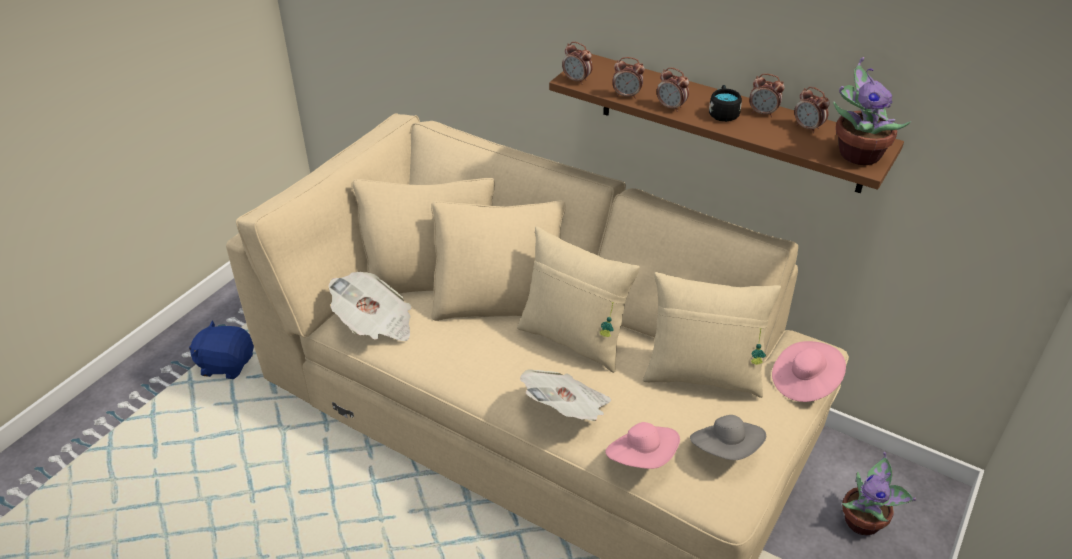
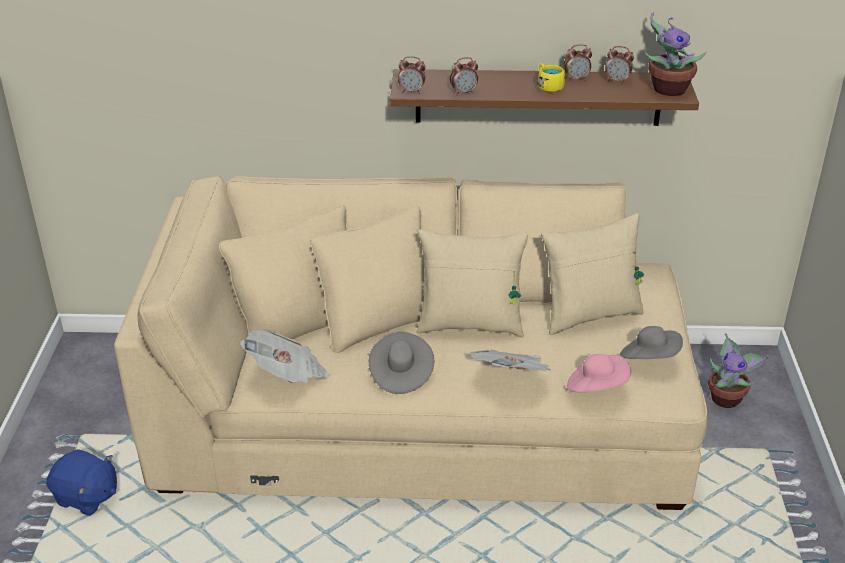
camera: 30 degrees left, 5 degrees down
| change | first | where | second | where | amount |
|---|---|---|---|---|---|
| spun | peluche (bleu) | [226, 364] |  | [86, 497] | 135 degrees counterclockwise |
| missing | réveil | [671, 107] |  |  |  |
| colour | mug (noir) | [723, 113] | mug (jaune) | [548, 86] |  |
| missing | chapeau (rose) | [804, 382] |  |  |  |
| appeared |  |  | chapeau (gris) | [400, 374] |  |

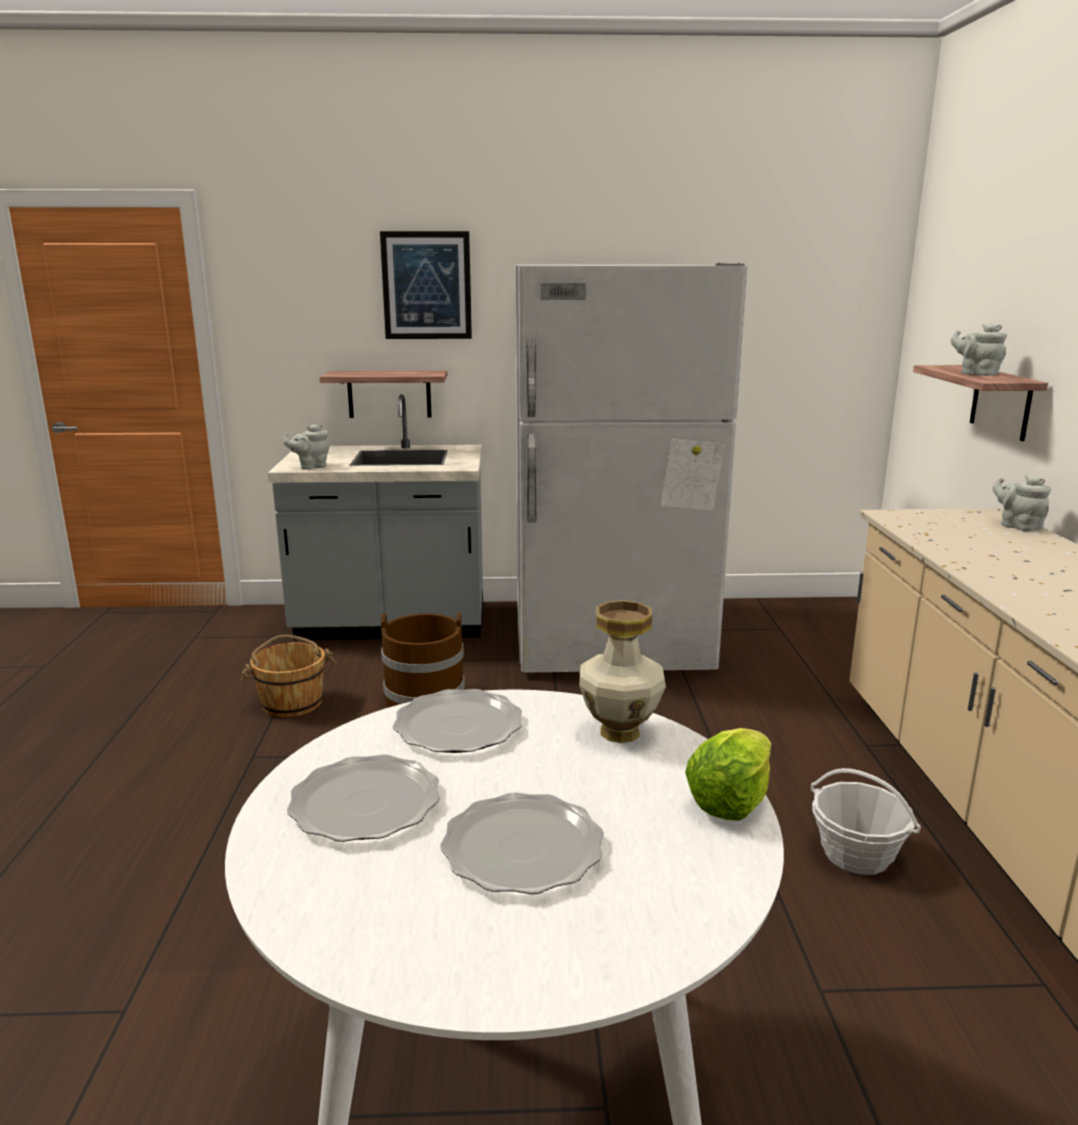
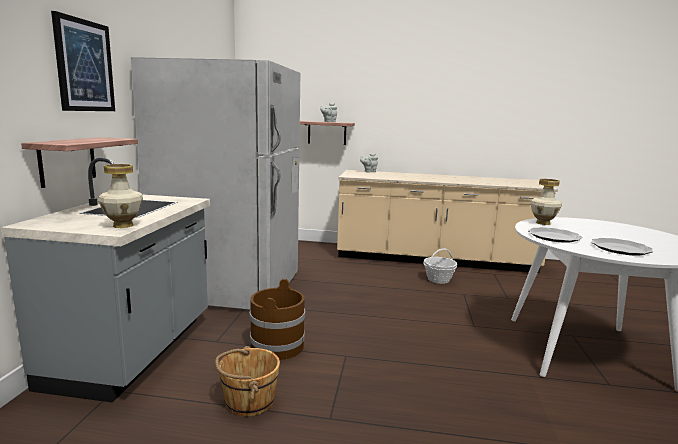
camera: 80 degrees left, 5 degrees down
| change | first | where | second | where | amount |
|---|---|---|---|---|---|
| exchanged | théière (gris) | [311, 467] | vase | [123, 225] |  |
| missing | assiette | [522, 848] |  |  |  |
| missing | laitue | [731, 801] |  |  |  |

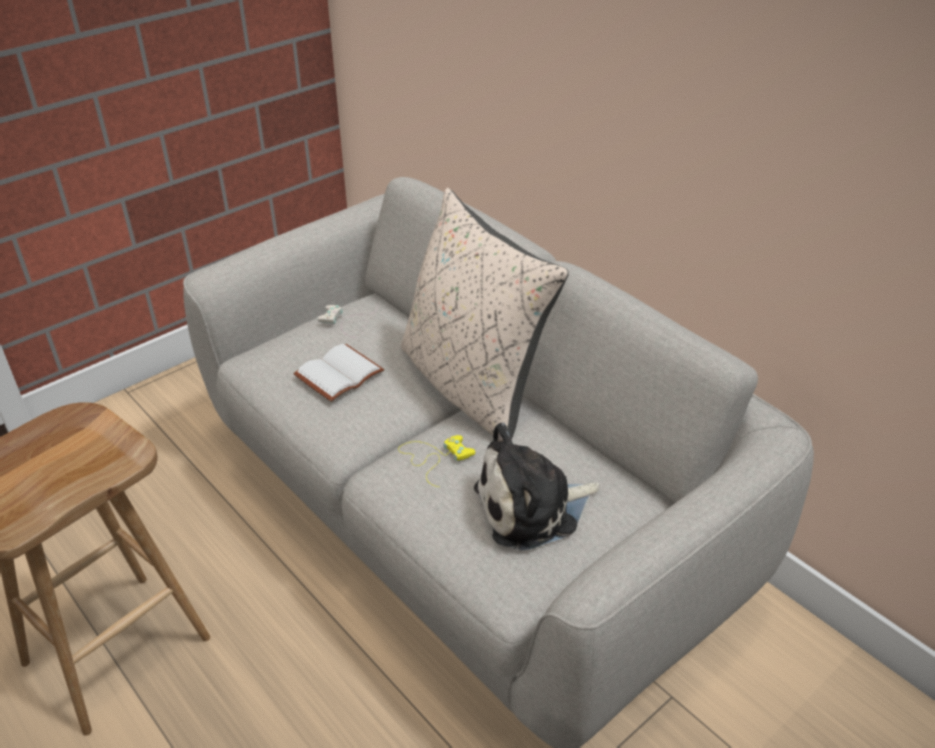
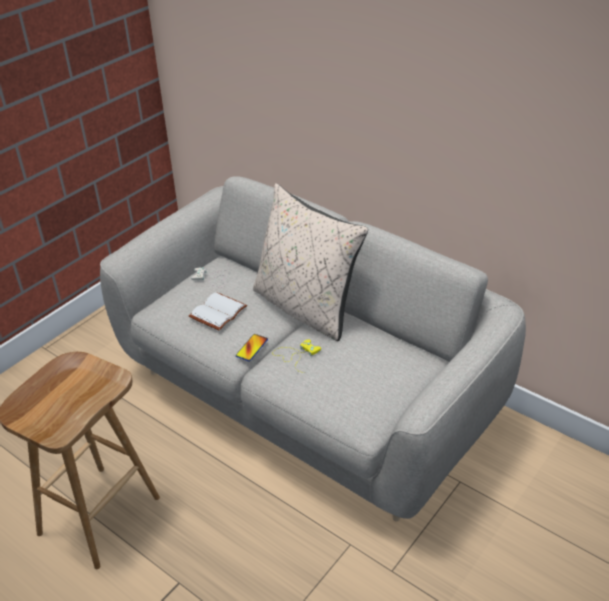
camera: 10 degrees left, 0 degrees up
| change | first | where | second | where | amount |
|---|---|---|---|---|---|
| missing | peluche | [532, 508] |  |  |  |
| appeared |  |  | téléphone | [252, 348] |  |

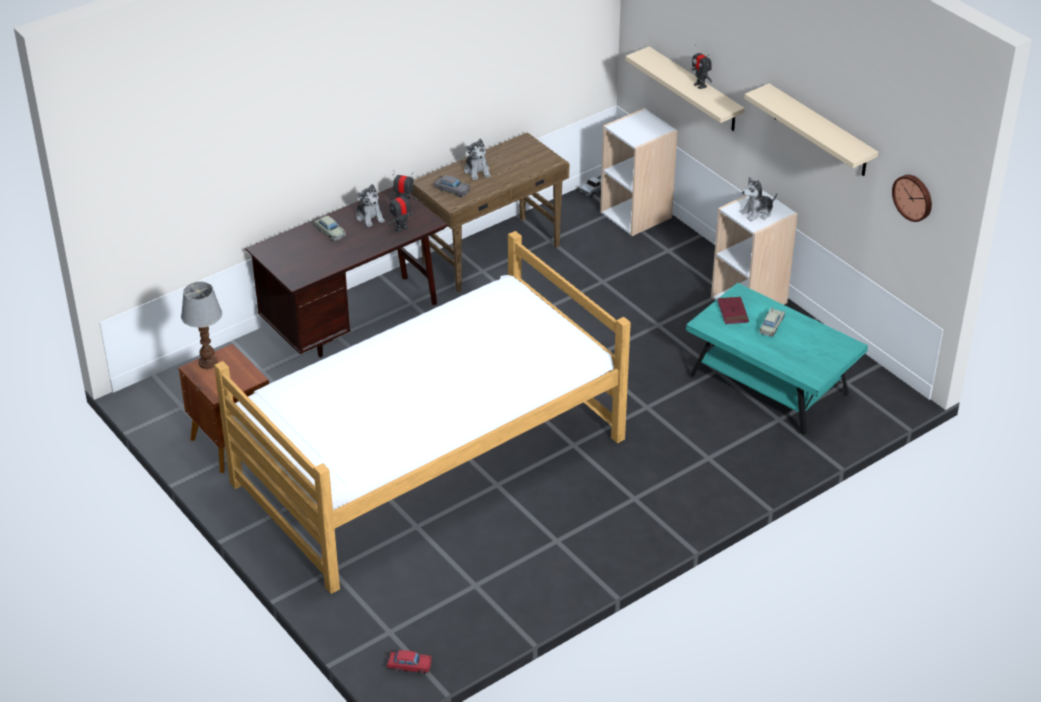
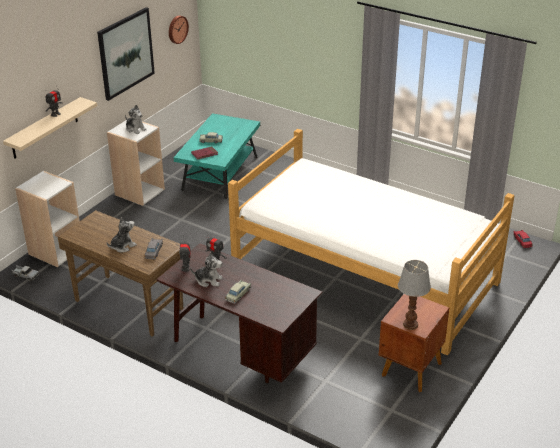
camera: 110 degrees left, 5 degrees down
| change | first | where | second | where | amount |
|---|---|---|---|---|---|
| spun | peluche | [370, 217] |  | [208, 280] | 60 degrees clockwise |
| exchanged | étagère (beige) | [820, 131] | tableau | [126, 53] |  |

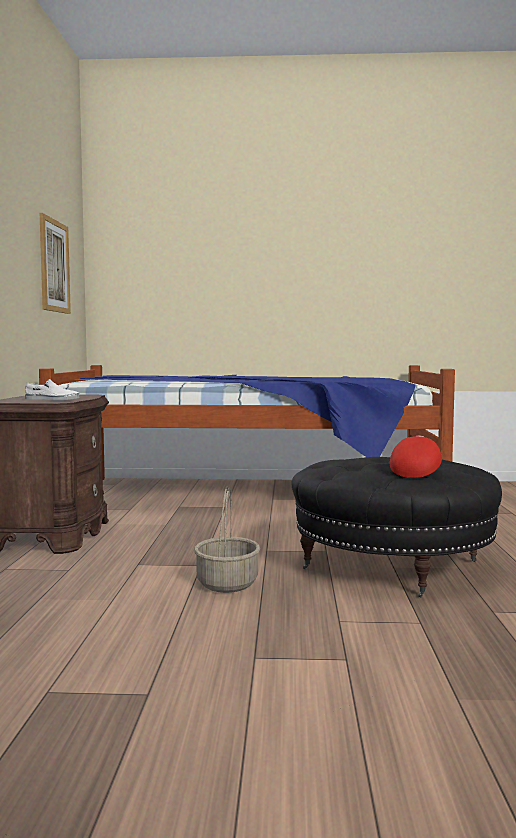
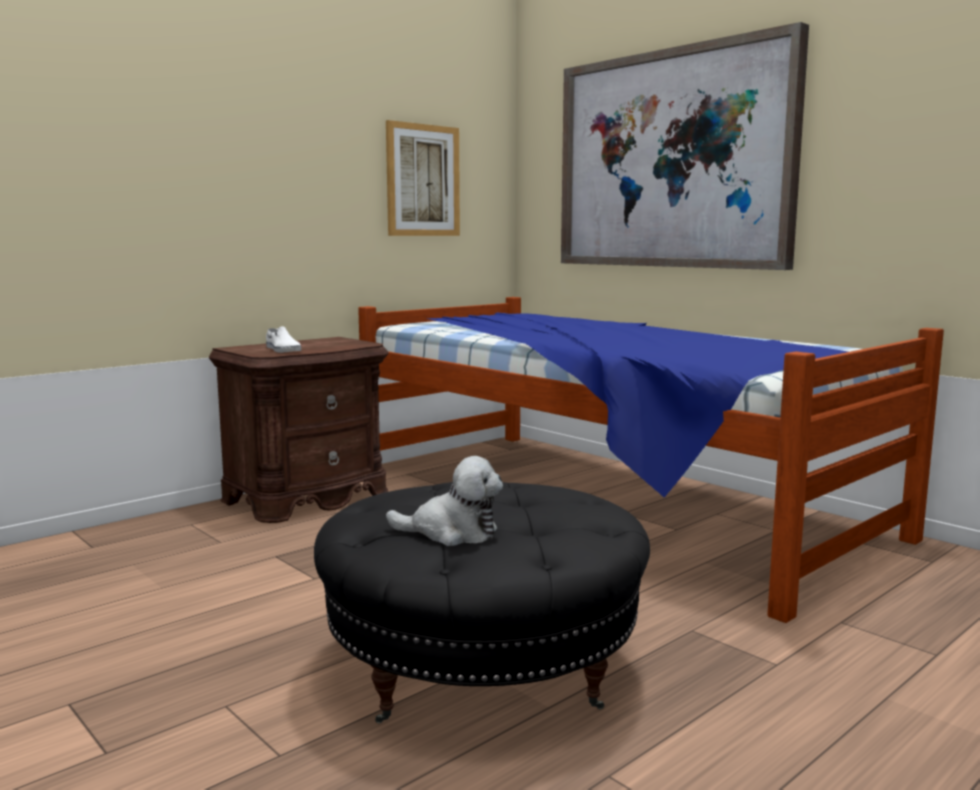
camera: 45 degrees right, 5 degrees up
| change | first | where | second | where | amount |
|---|---|---|---|---|---|
| missing | panier | [226, 583] |  |  |  |
| exchanged | casquette (rouge) | [415, 473] | peluche | [452, 532] |  |
| appeared |  |  | tableau | [672, 160] |  |

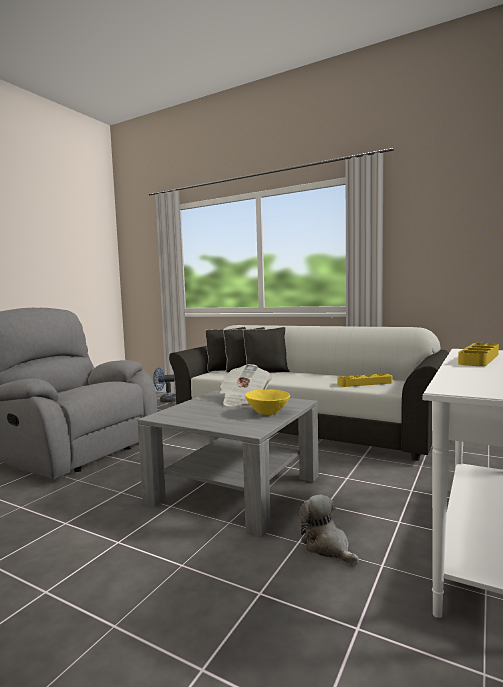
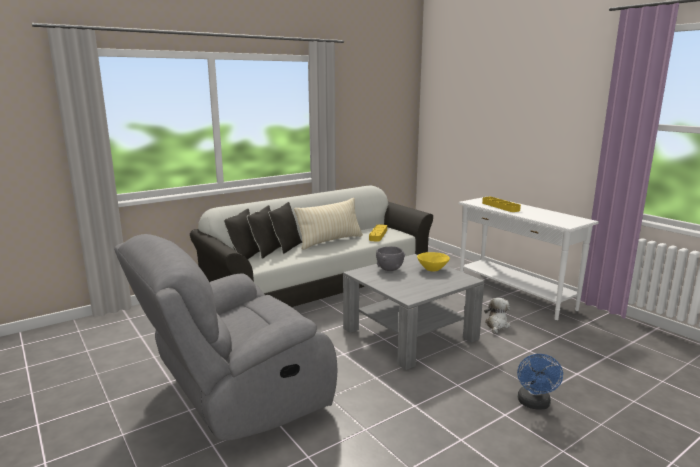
camera: 65 degrees left, 10 degrees up
| change | first | where | second | where | amount |
|---|---|---|---|---|---|
| relocated | ventilateur (bleu) | [165, 401] |  | [534, 404] |  |
| exchanged | journal | [243, 400] | bol (gris) | [389, 269] |  |
| spun | peluche | [327, 546] |  | [496, 325] | 120 degrees clockwise |
| appeared |  |  | coussin (beige) | [330, 241] |  |

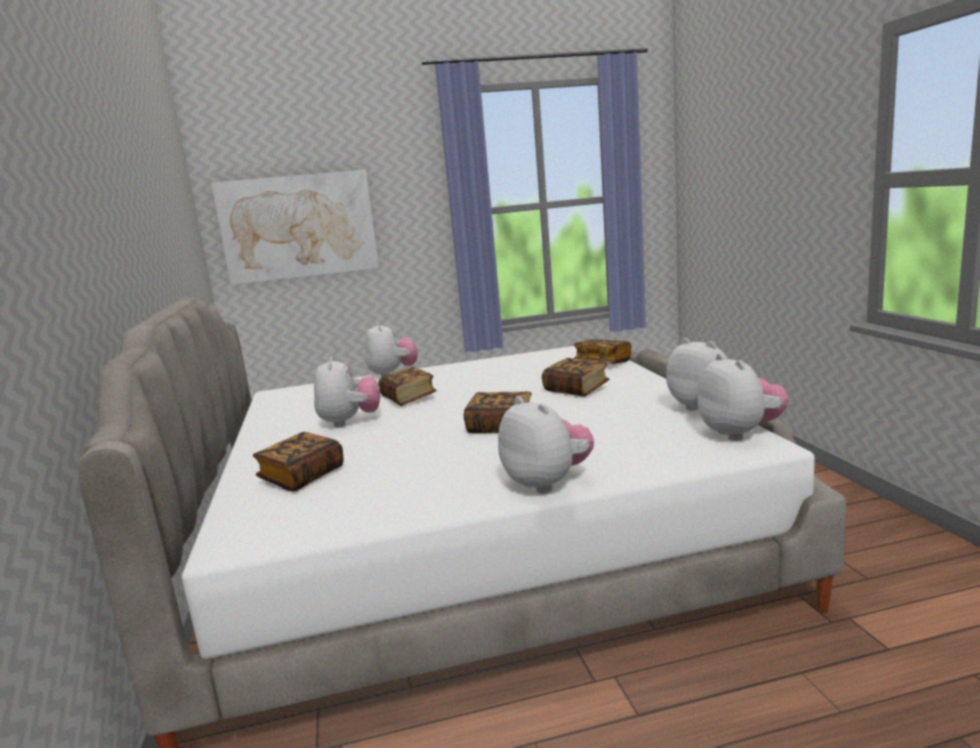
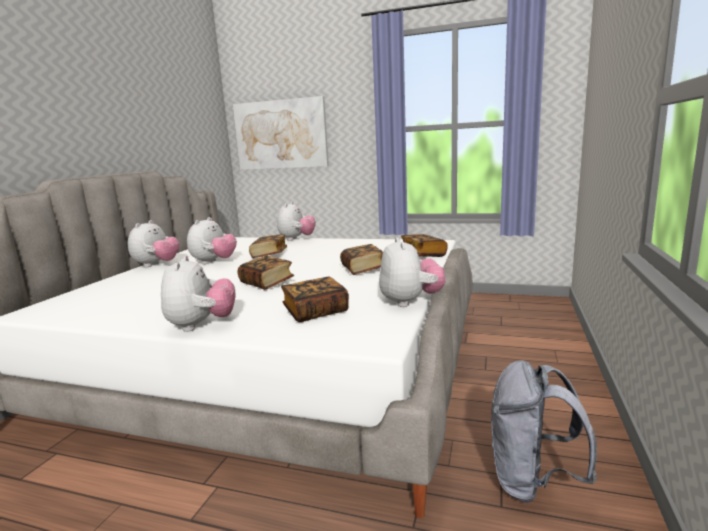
camera: 30 degrees right, 0 degrees up
| change | first | where | second | where | amount |
|---|---|---|---|---|---|
| relocated | livre | [302, 476] |  | [315, 312] |  |
| relocated | peluche | [740, 433] |  | [156, 265] |  |
| appeared |  |  | sac à dos (gris) | [532, 481] |  |

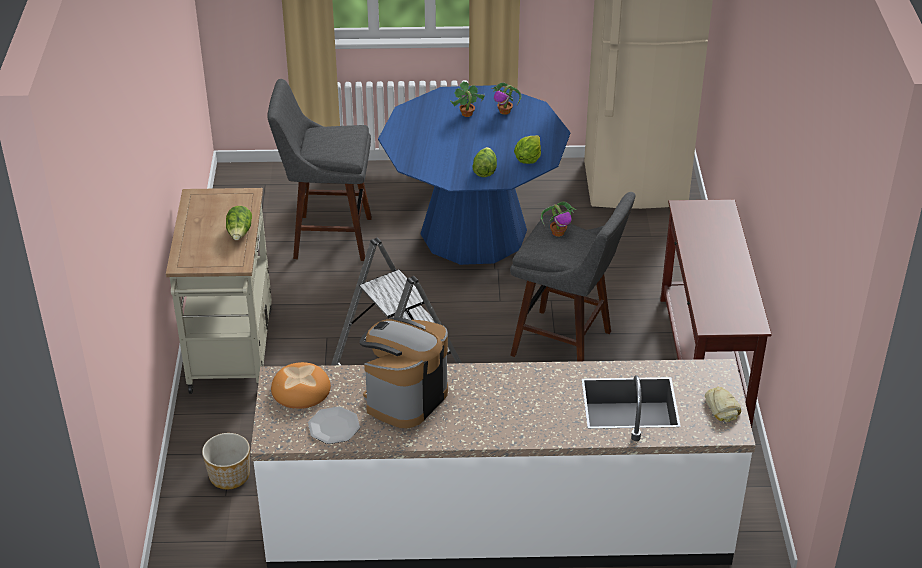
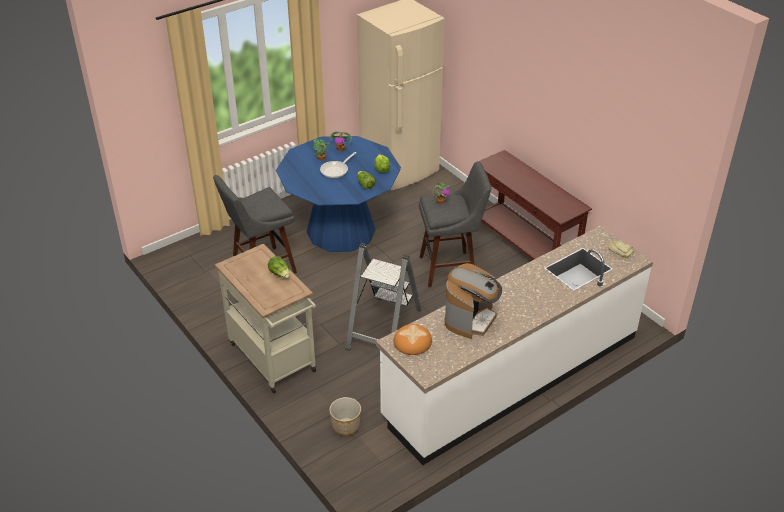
camera: 35 degrees left, 0 degrees up
| change | first | where | second | where | amount |
|---|---|---|---|---|---|
| missing | assiette | [334, 427] |  |  |  |
| spun | machine à café | [405, 398] |  | [471, 319] | 150 degrees counterclockwise |
| appeared |  |  | poêle | [336, 170] |  |

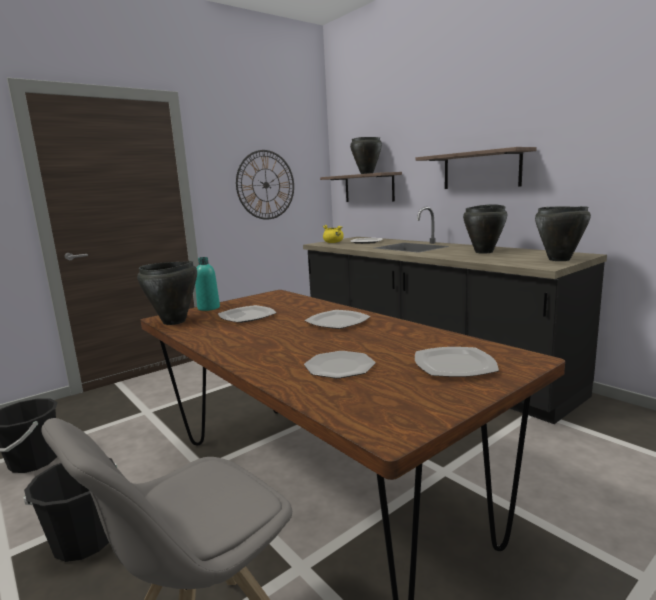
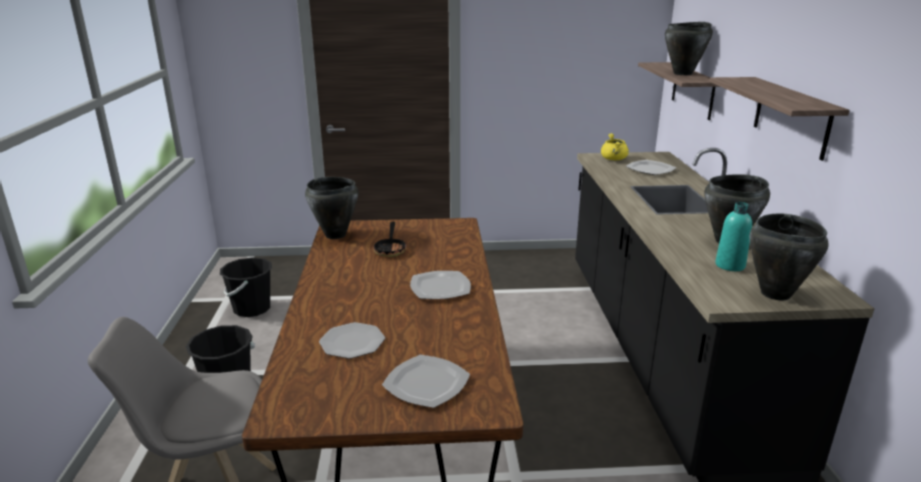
camera: 35 degrees right, 10 degrees up
| change | first | where | second | where | amount |
|---|---|---|---|---|---|
| relocated | bouteille (turquoise) | [208, 308] |  | [730, 265] |  |
| exchanged | assiette | [247, 316] | poêle | [391, 249] |  |
| missing | horloge murale | [266, 185] |  |  |  |

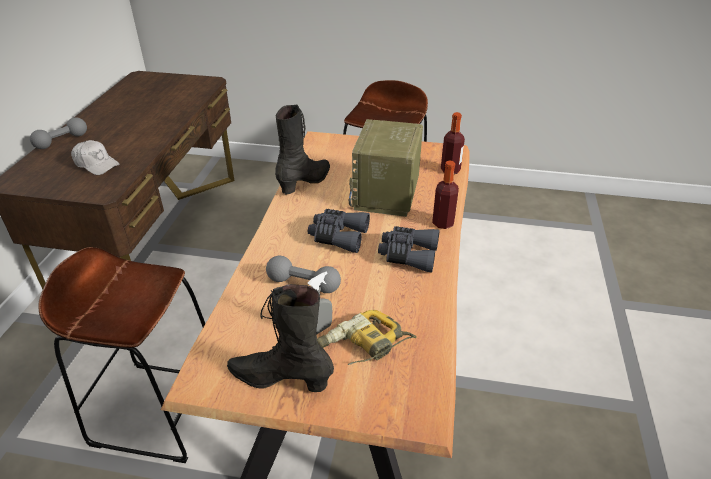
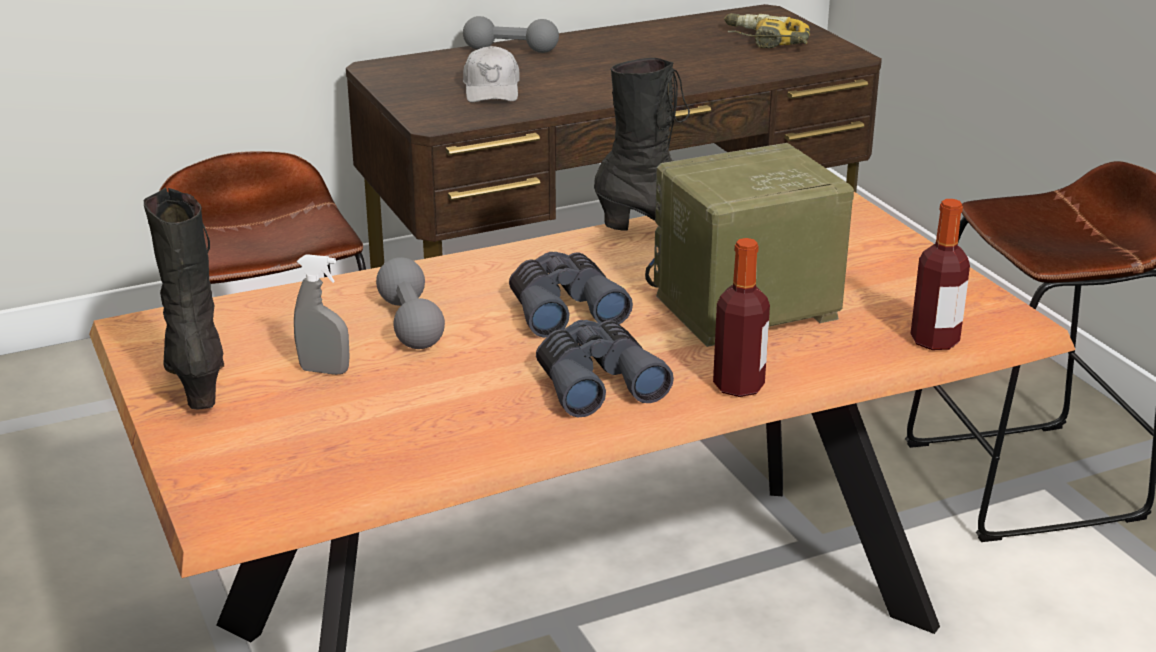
camera: 55 degrees right, 10 degrees down
| change | first | where | second | where | amount |
|---|---|---|---|---|---|
| relocated | perceuse | [363, 346] |  | [764, 41] |  |

